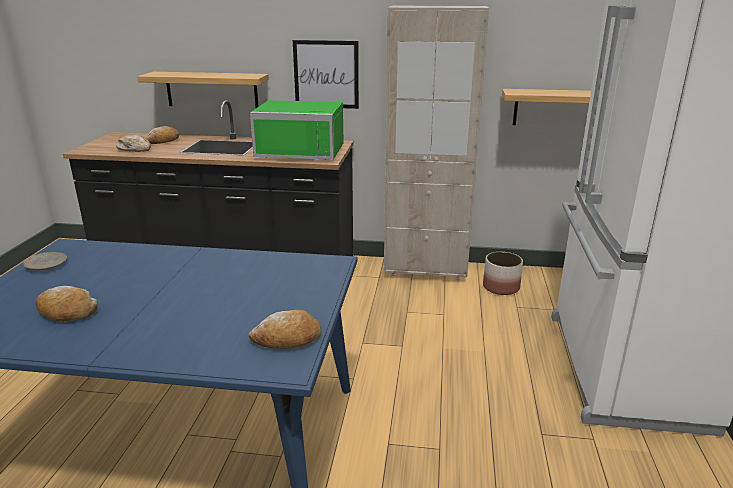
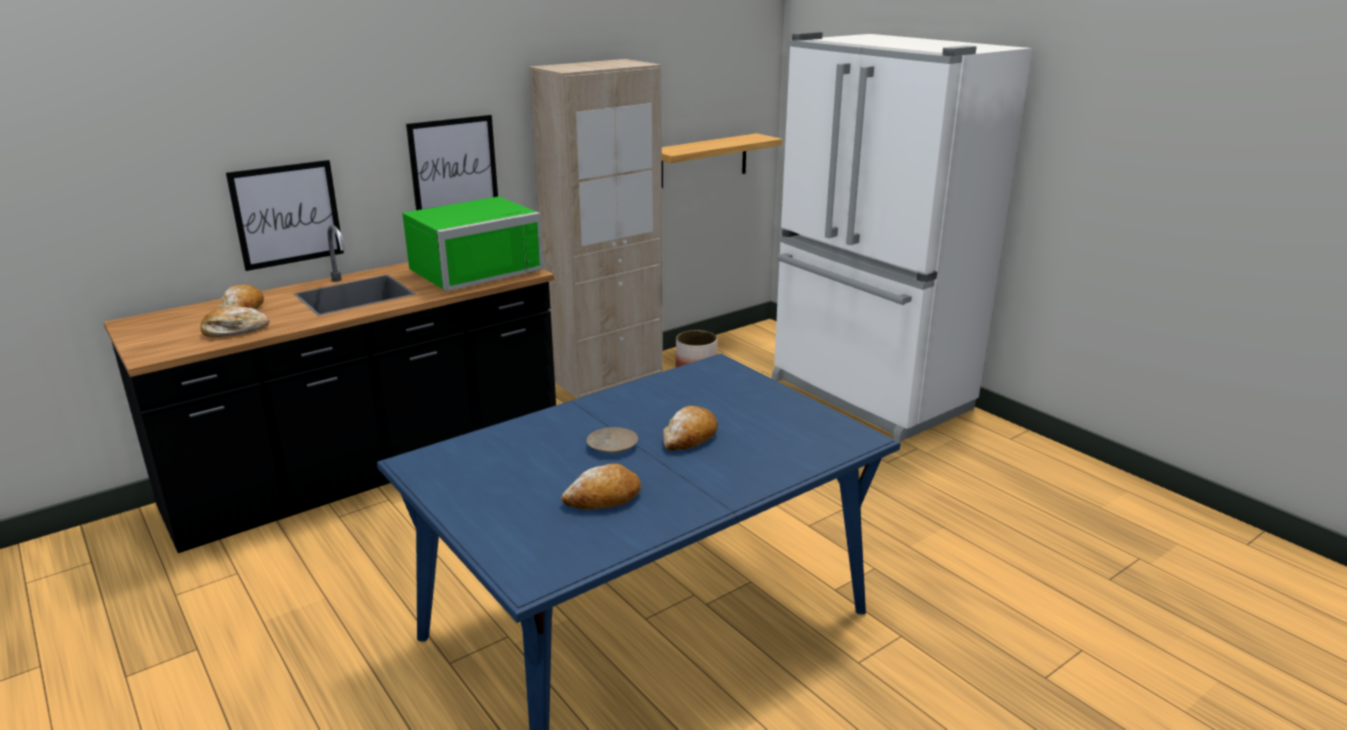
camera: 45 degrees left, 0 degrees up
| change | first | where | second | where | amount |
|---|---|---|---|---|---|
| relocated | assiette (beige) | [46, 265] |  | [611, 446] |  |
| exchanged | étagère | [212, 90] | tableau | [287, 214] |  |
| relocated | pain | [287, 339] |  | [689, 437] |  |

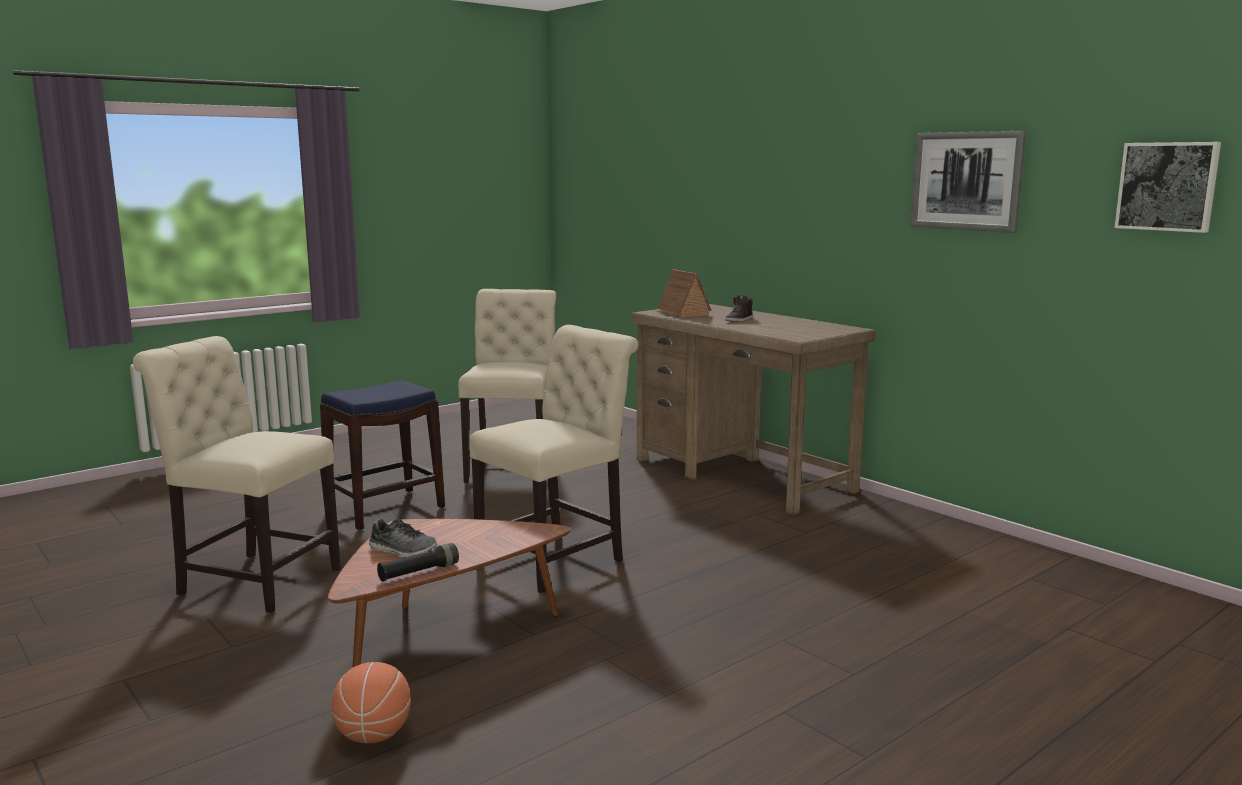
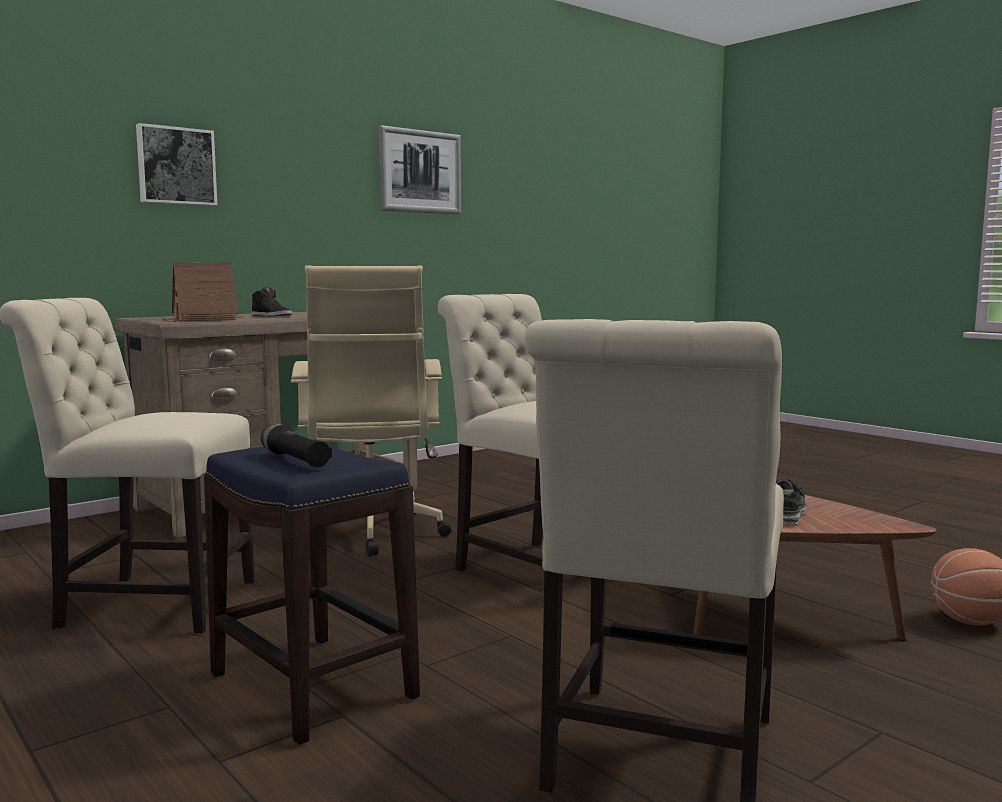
camera: 90 degrees left, 5 degrees down
| change | first | where | second | where | amount |
|---|---|---|---|---|---|
| relocated | lampe de poche (noir) | [419, 572] |  | [295, 460] |  |
| relocated | tableau | [1167, 186] |  | [176, 166] |  |
| appeared |  |  | chaise de bureau (beige) | [371, 534] |  |

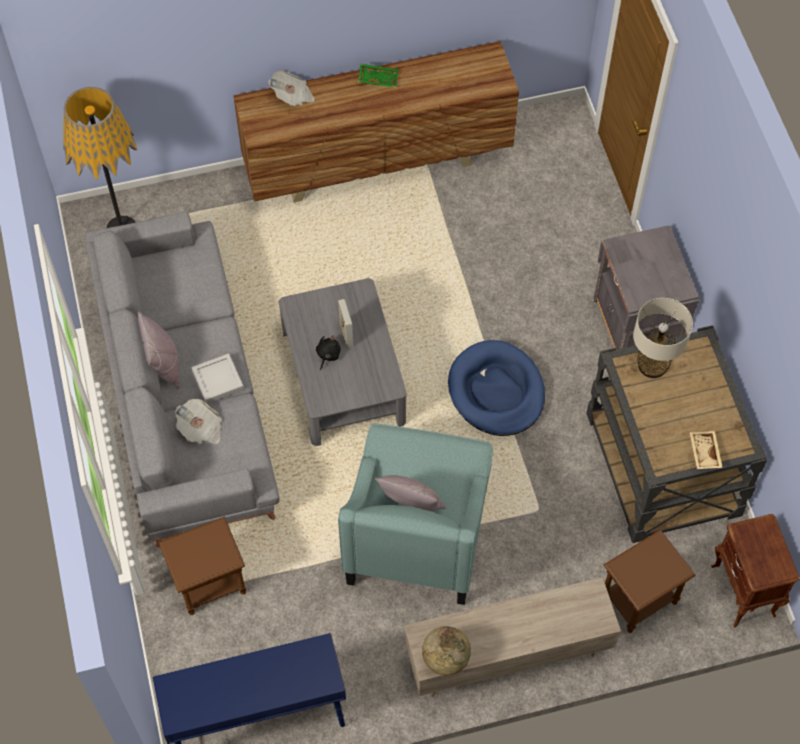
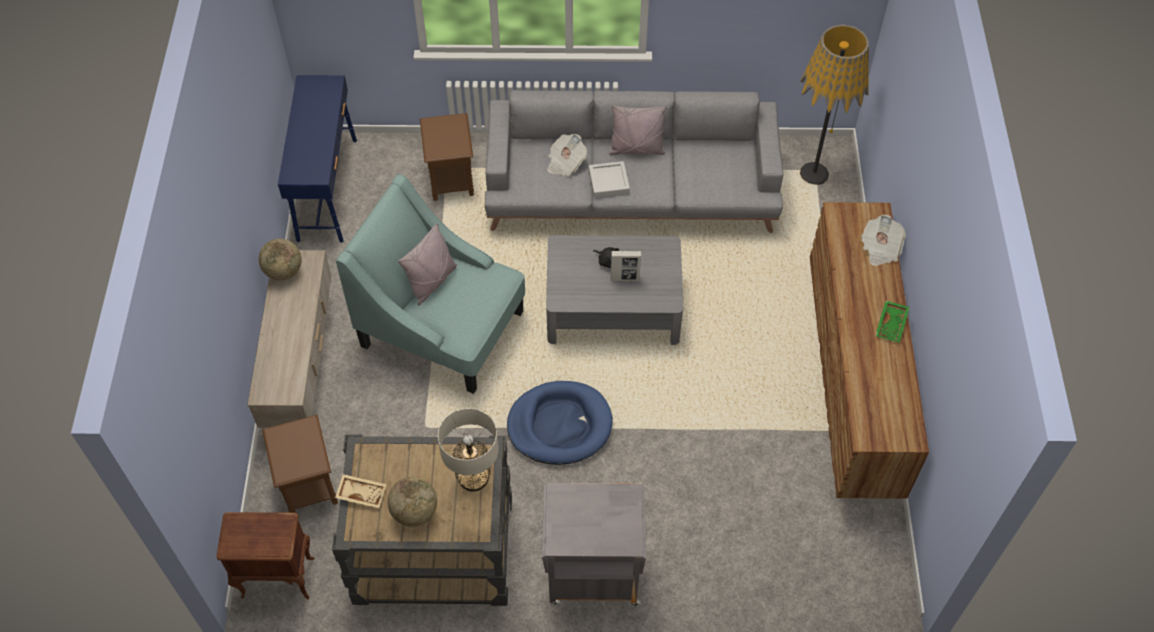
camera: 105 degrees right, 5 degrees down
| change | first | where | second | where | amount |
|---|---|---|---|---|---|
| appeared |  |  | globe | [414, 512] |  |

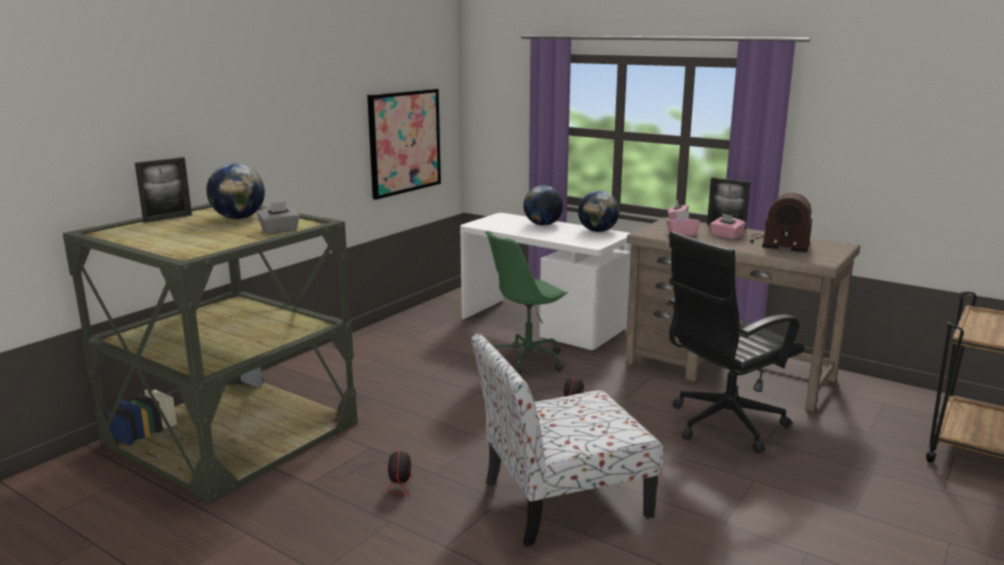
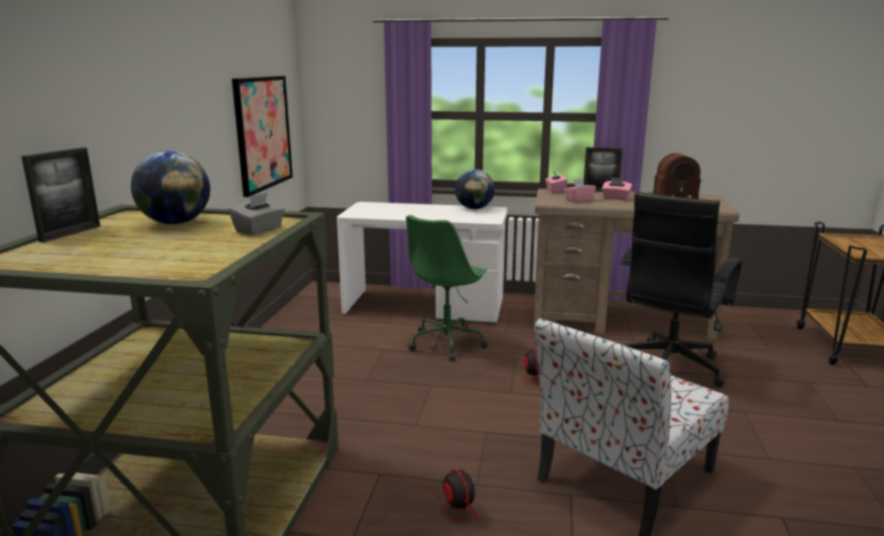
camera: 25 degrees left, 0 degrees up
| change | first | where | second | where | amount |
|---|---|---|---|---|---|
| missing | globe | [543, 224] |  |  |  |

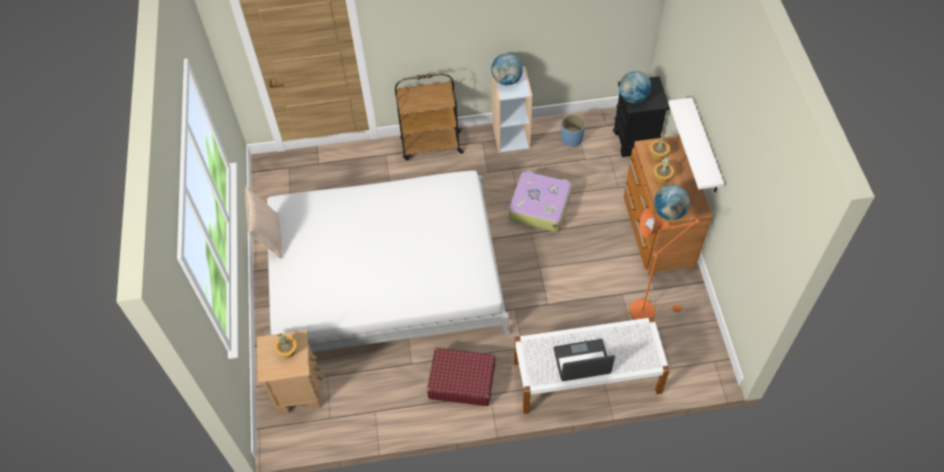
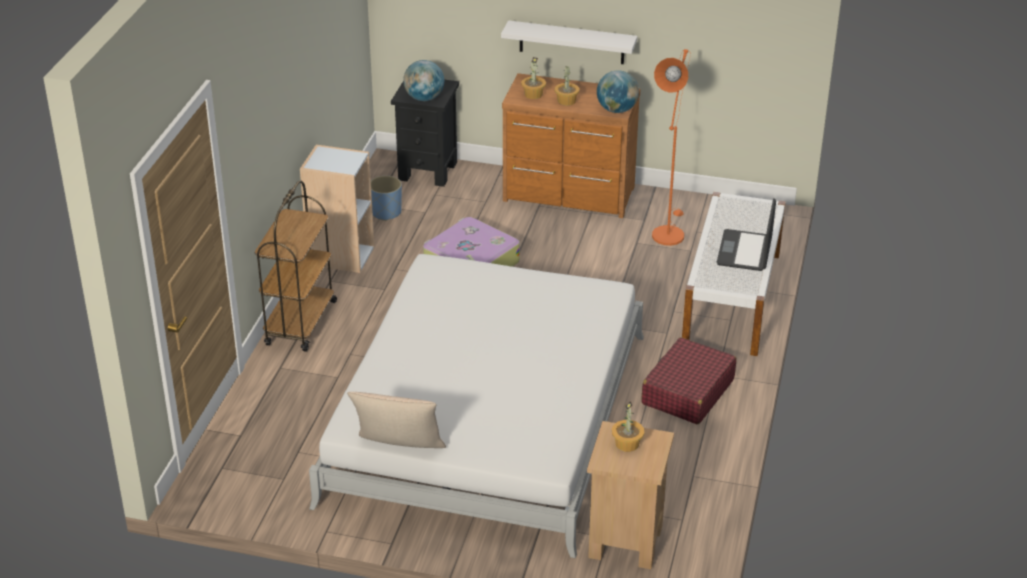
camera: 70 degrees left, 20 degrees down
| change | first | where | second | where | amount |
|---|---|---|---|---|---|
| missing | globe | [506, 80] |  |  |  |

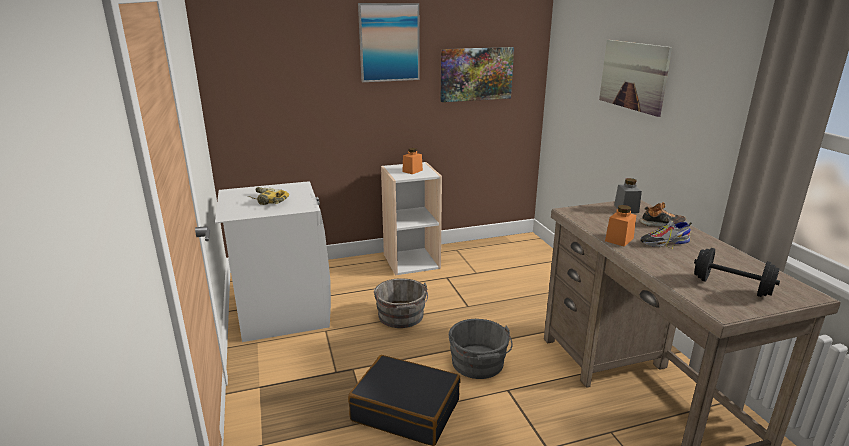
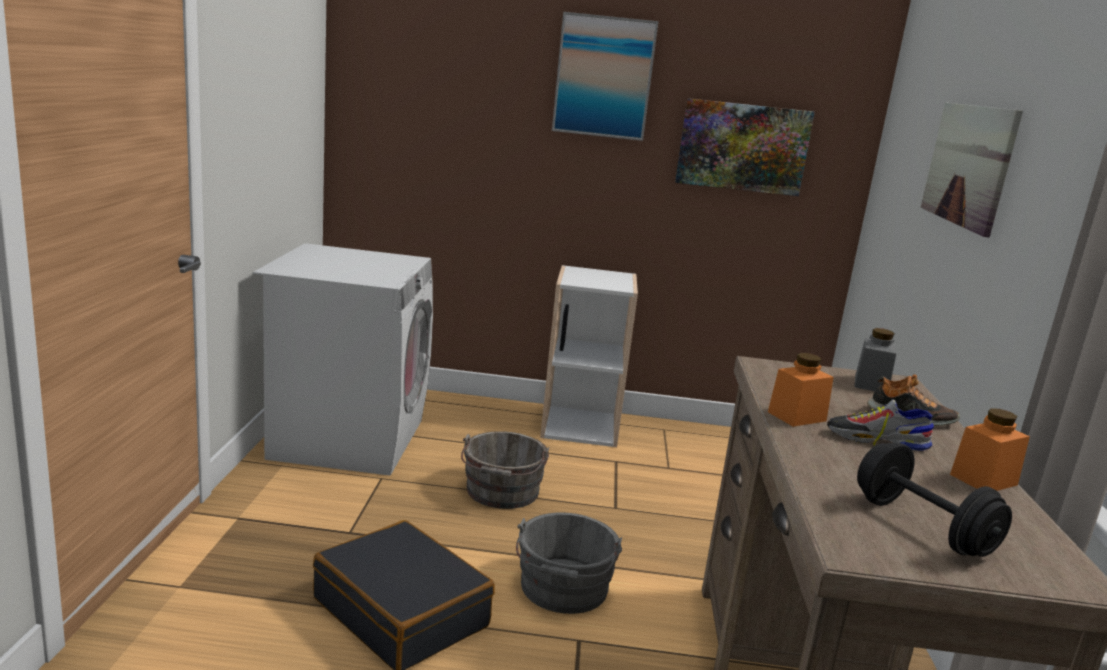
camera: 20 degrees right, 5 degrees down
| change | first | where | second | where | amount |
|---|---|---|---|---|---|
| missing | perceuse | [267, 200] |  |  |  |
| relocated | bocal (orange) | [412, 171] |  | [983, 479] |  |

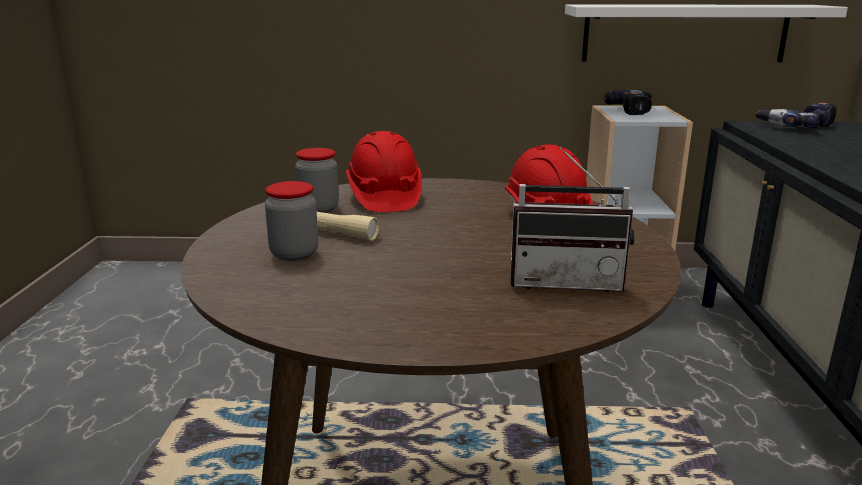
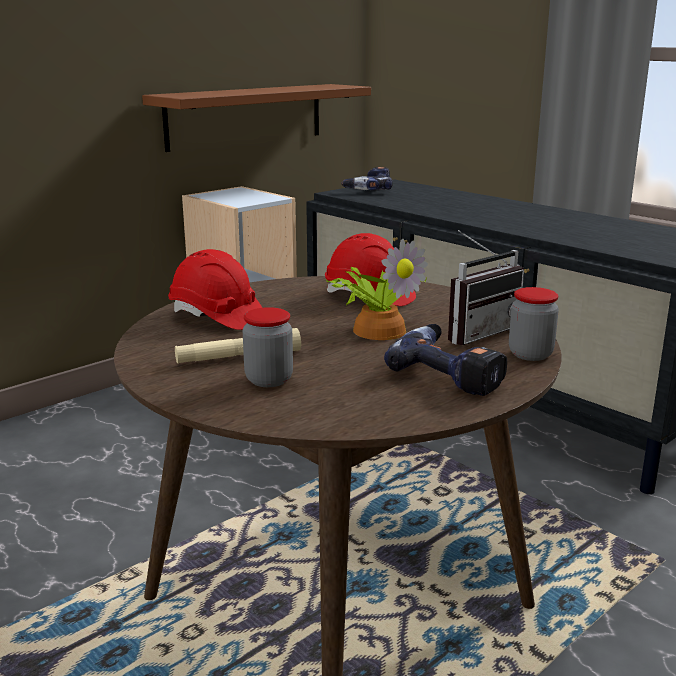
camera: 45 degrees left, 0 degrees up
| change | first | where | second | where | amount |
|---|---|---|---|---|---|
| relocated | bocal | [319, 209] |  | [530, 354] |  |
| colour | étagère (blanc) | [684, 33] | étagère (marron) | [246, 116] |  |
| relocated | perceuse | [635, 110] |  | [451, 372] |  |
| appeared |  |  | plante en pot | [379, 329] |  |

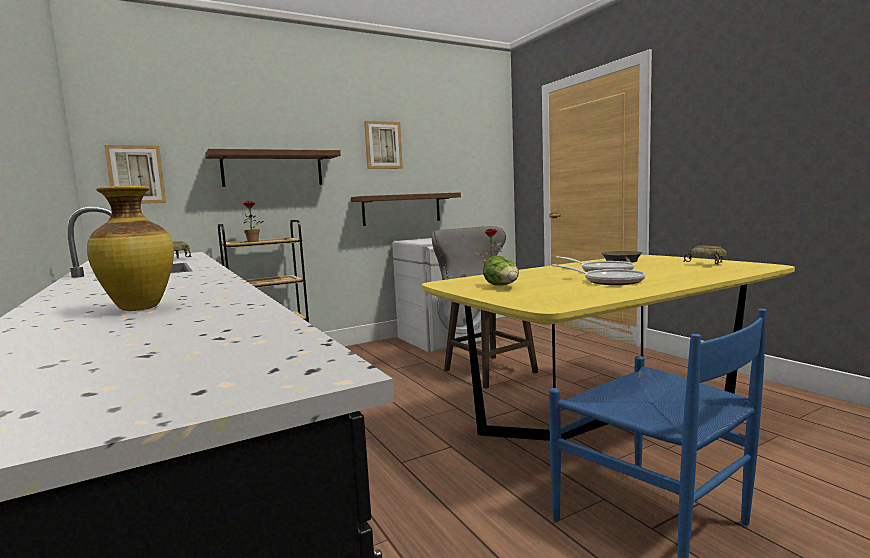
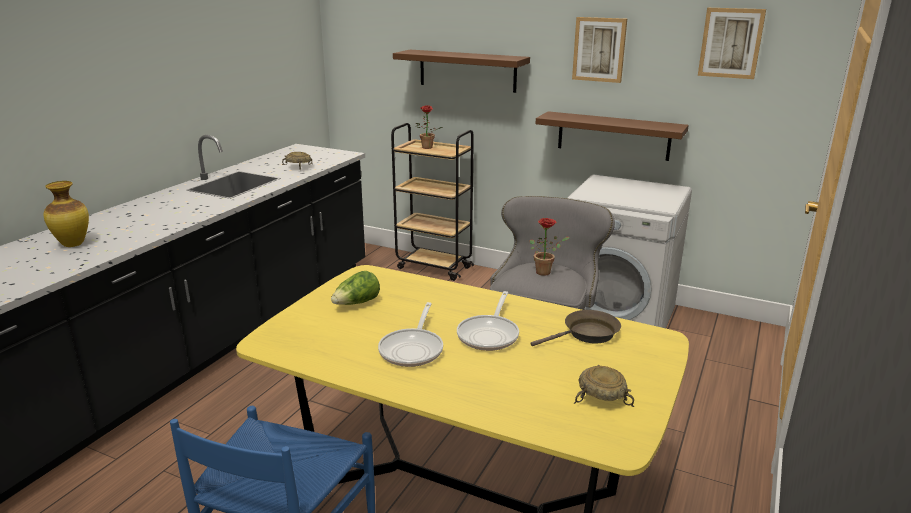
camera: 55 degrees right, 15 degrees up
| change | first | where | second | where | amount |
|---|---|---|---|---|---|
| relocated | tableau | [136, 175] |  | [731, 43] |  |

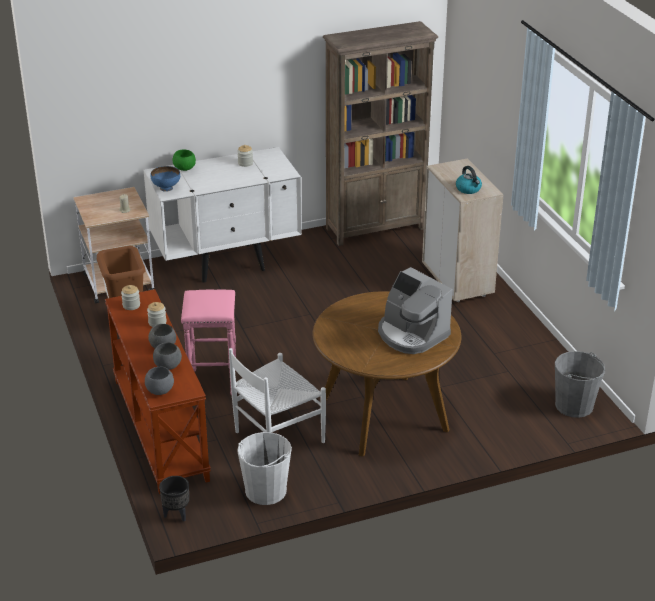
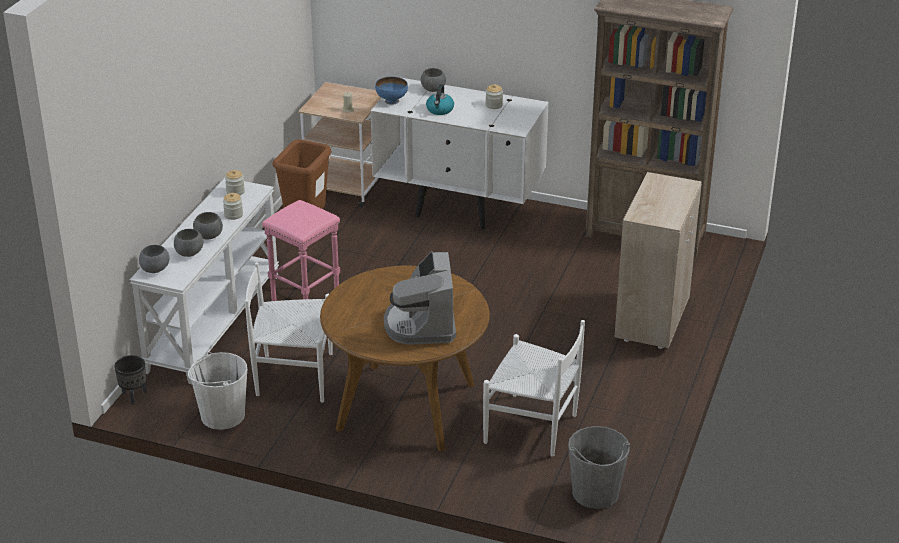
camera: 40 degrees right, 0 degrees up
| change | first | where | second | where | amount |
|---|---|---|---|---|---|
| colour | table console (marron) | [159, 429] | table console (blanc) | [213, 322] |  |
| colour | bol (vert) | [184, 169] | bol (gris) | [432, 90] |  |
| relocated | bouilloire | [468, 189] |  | [440, 110] |  |
| appeared |  |  | chaise (blanc) | [532, 427] |  |

